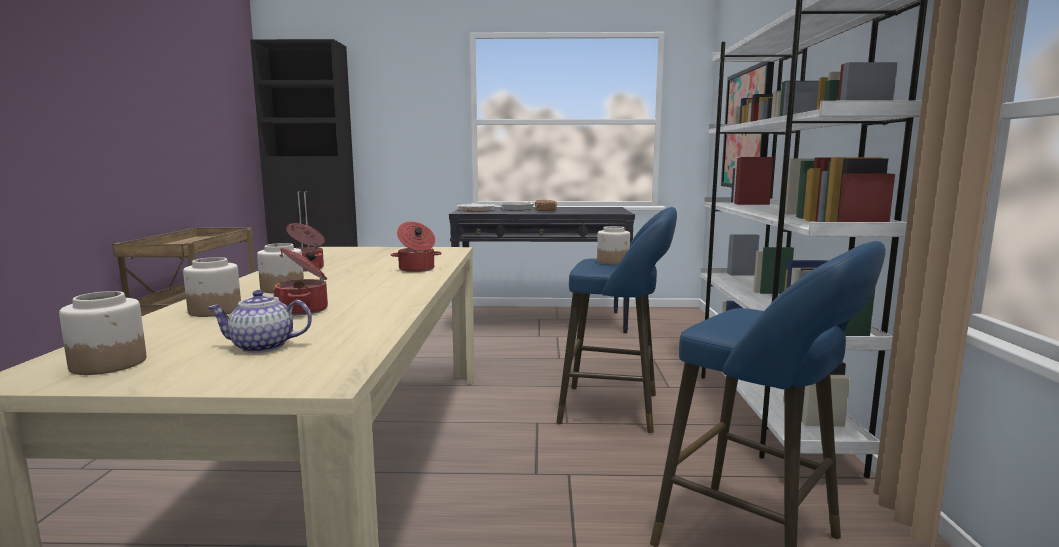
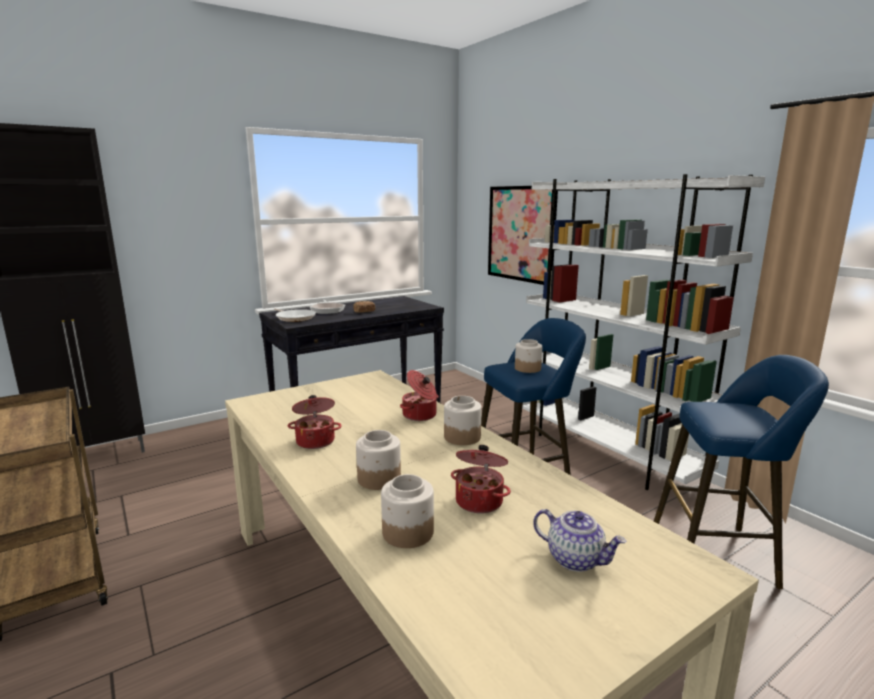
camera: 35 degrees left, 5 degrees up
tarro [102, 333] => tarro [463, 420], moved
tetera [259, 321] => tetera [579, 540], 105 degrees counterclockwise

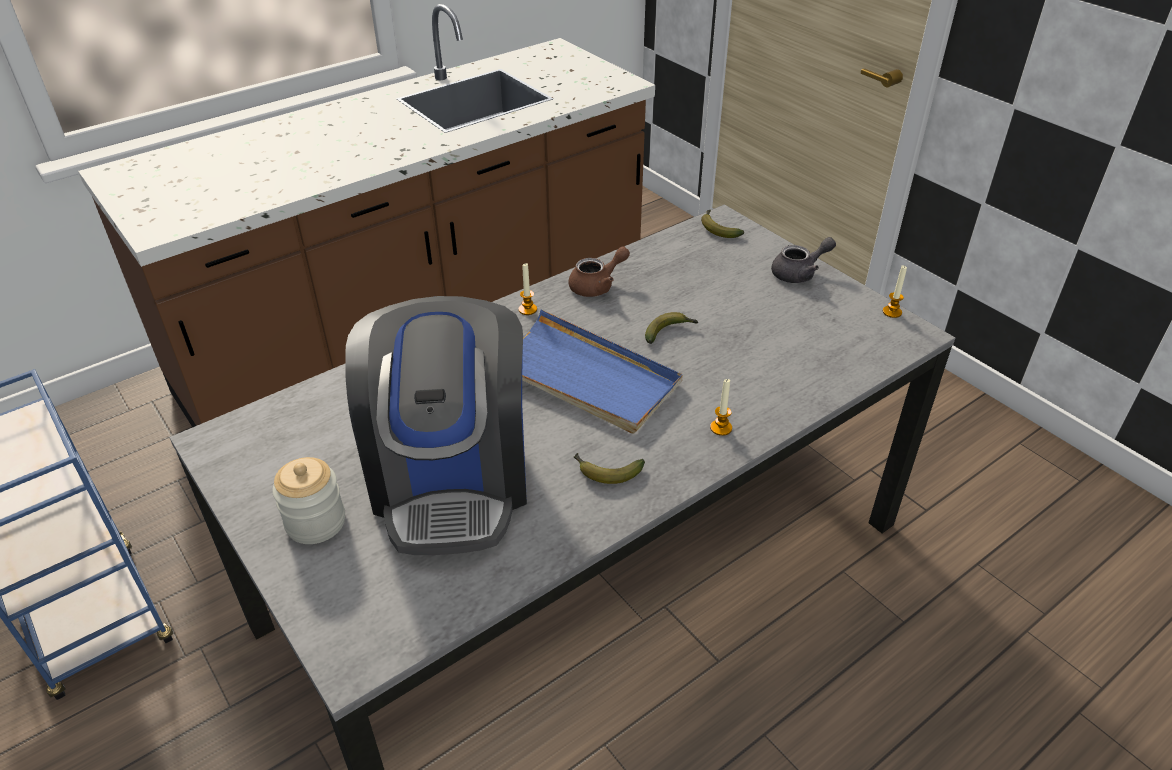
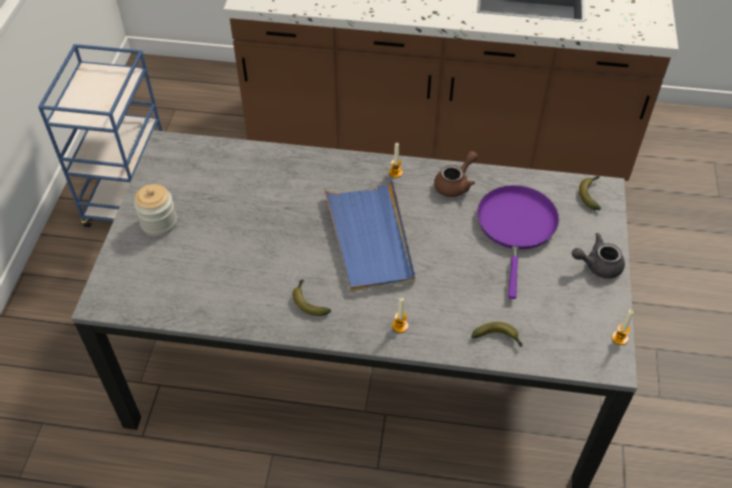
camera: 45 degrees right, 10 degrees up
cafetera [436, 425] => nothing
tetera (marrón) [599, 272] => tetera (marrón) [456, 174], 60 degrees counterclockwise
plátano [671, 328] => plátano [497, 334], moved
tetera (gris) [803, 260] => tetera (gris) [598, 256], 150 degrees clockwise
nothing => sartén (morado) [518, 242]

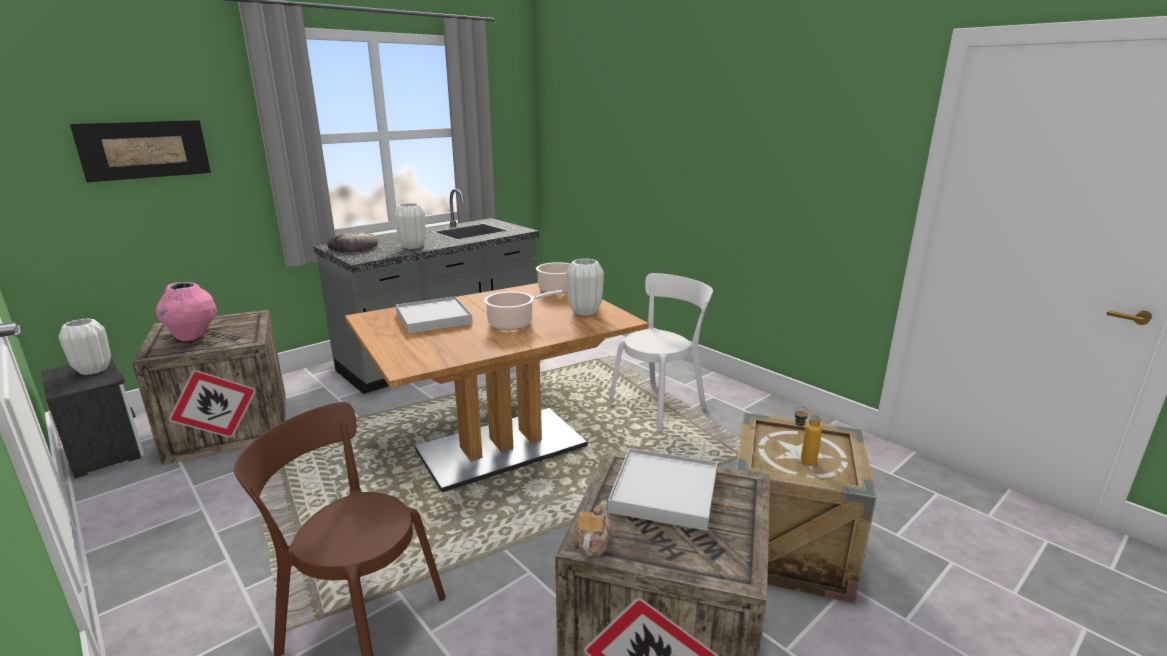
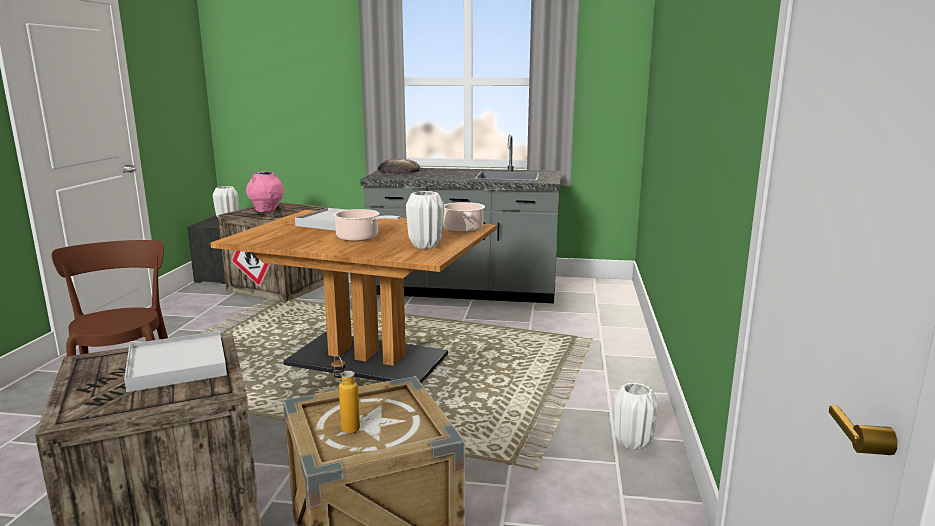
camera: 50 degrees right, 5 degrees down
cuadro [140, 151] => nothing
florero (blanco) [410, 226] => florero (blanco) [636, 416], moved
tetera [594, 528] => nothing
silla (blanco) [660, 352] => nothing

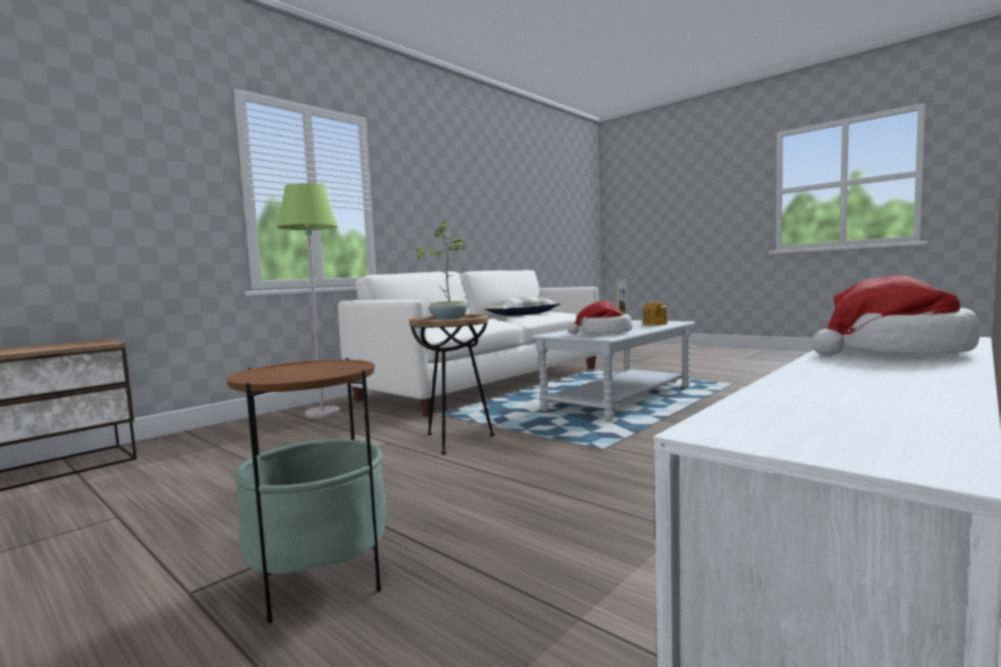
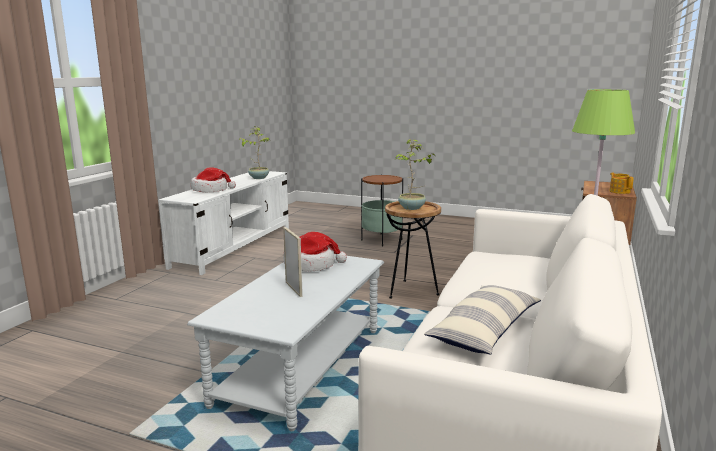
camera: 160 degrees right, 10 degrees up
tetera [655, 313] => tetera [621, 183], moved
nothing => planta en maceta [254, 152]

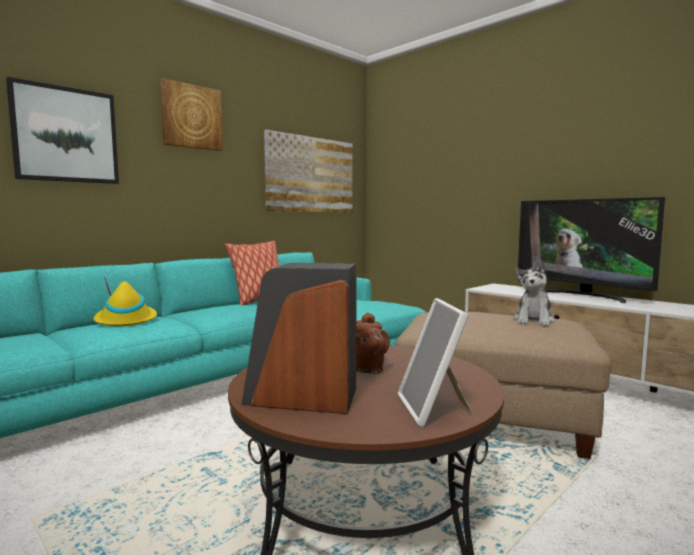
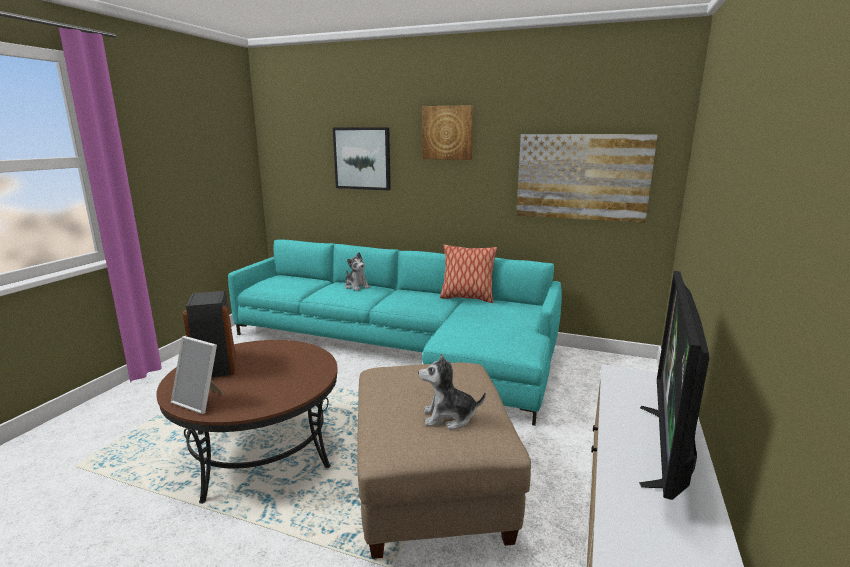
camera: 65 degrees right, 10 degrees up
sombrero (amarillo) [125, 301] => peluche [357, 271]
tetera (marrón) [373, 343] => nothing
portarretratos [435, 362] => portarretratos [197, 375], 120 degrees counterclockwise

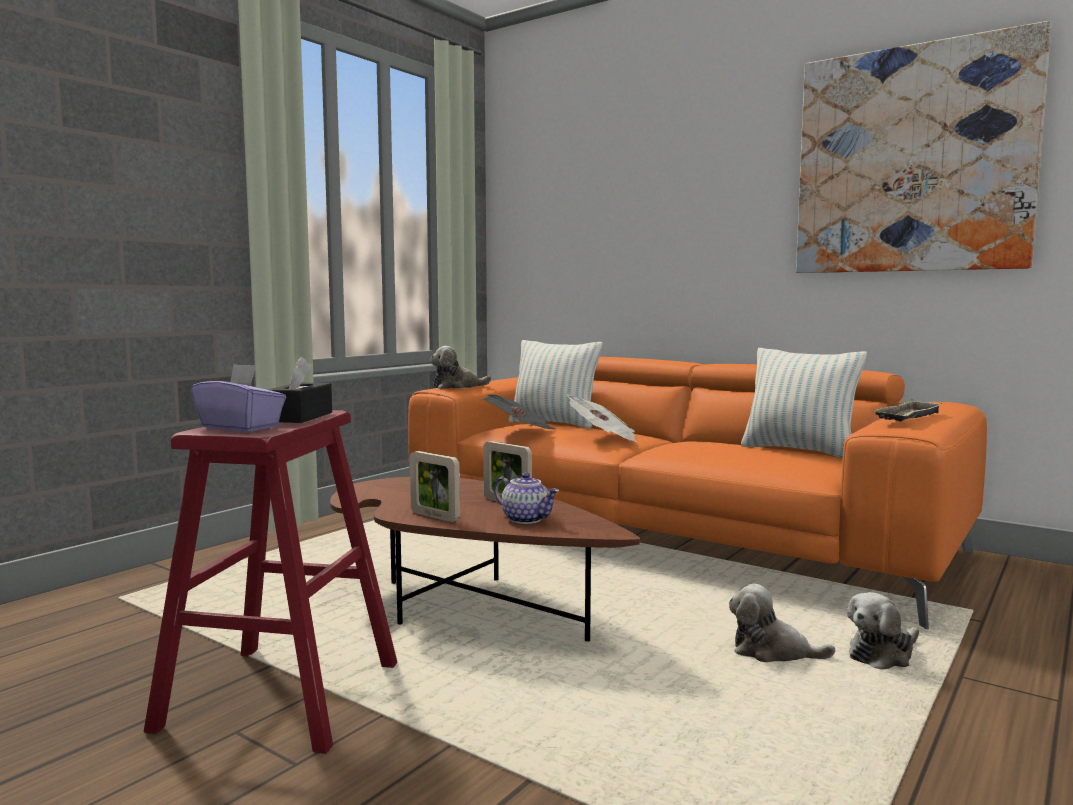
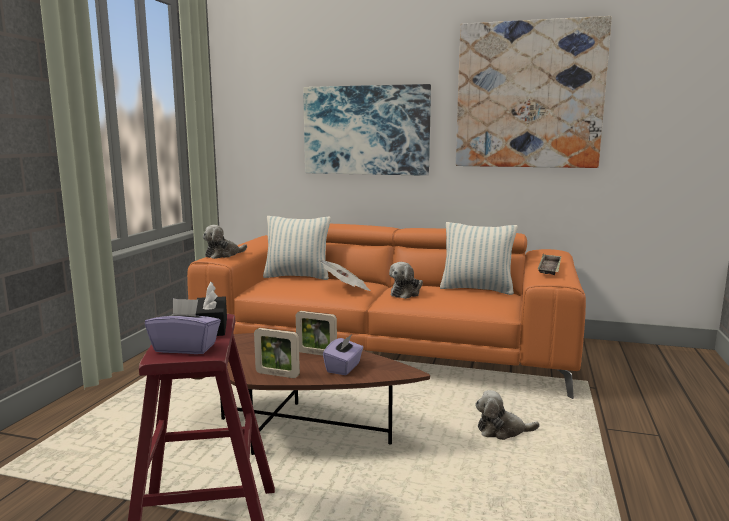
camera: 20 degrees left, 5 degrees up
periódico [520, 411] => nothing
tetera [526, 498] => caja de pañuelos (morado) [343, 354]
peluche [883, 631] => peluche [406, 280], moved
nothing => cuadro [367, 130]

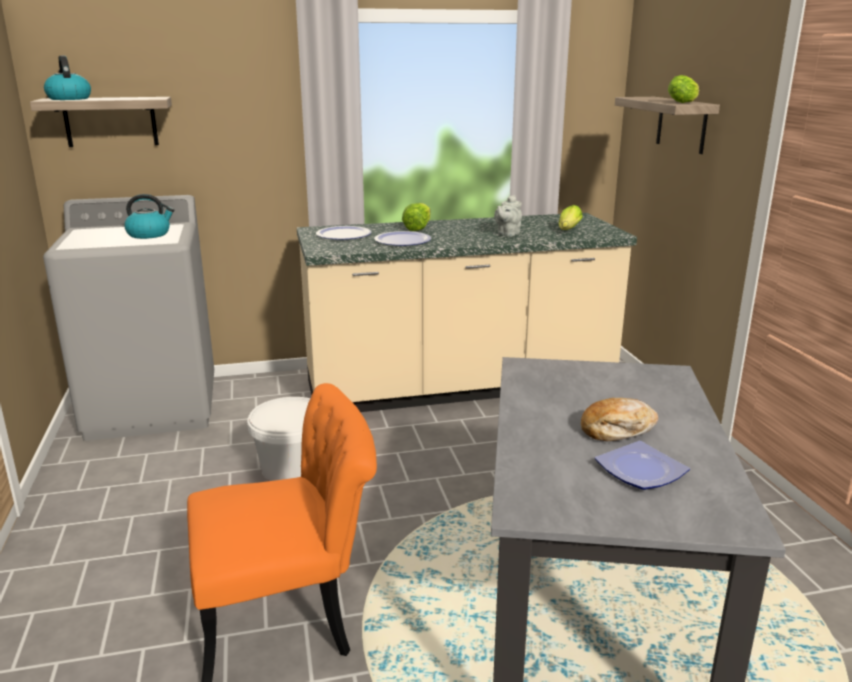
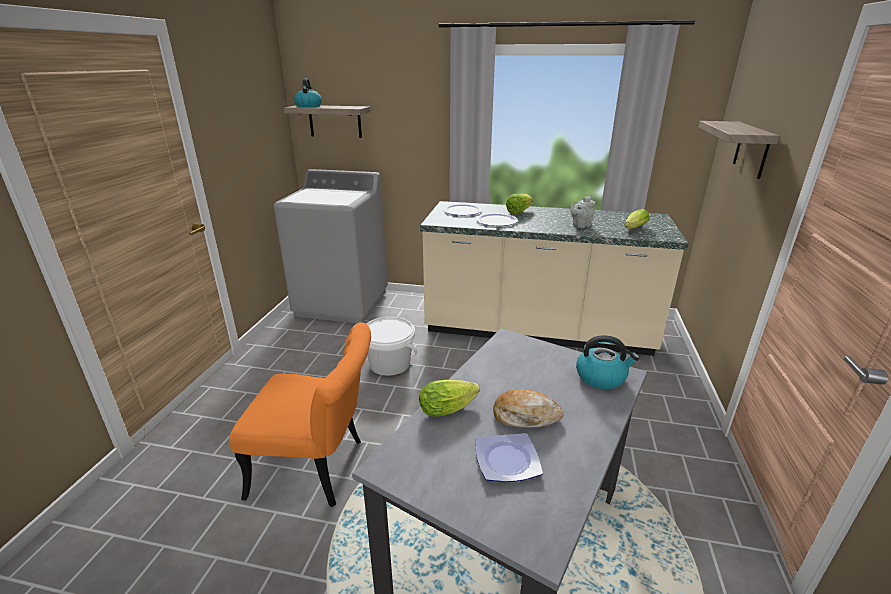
camera: 25 degrees right, 5 degrees up
hervidor [149, 216] => hervidor [607, 362], moved
lechuga [683, 89] => lechuga [449, 398], moved

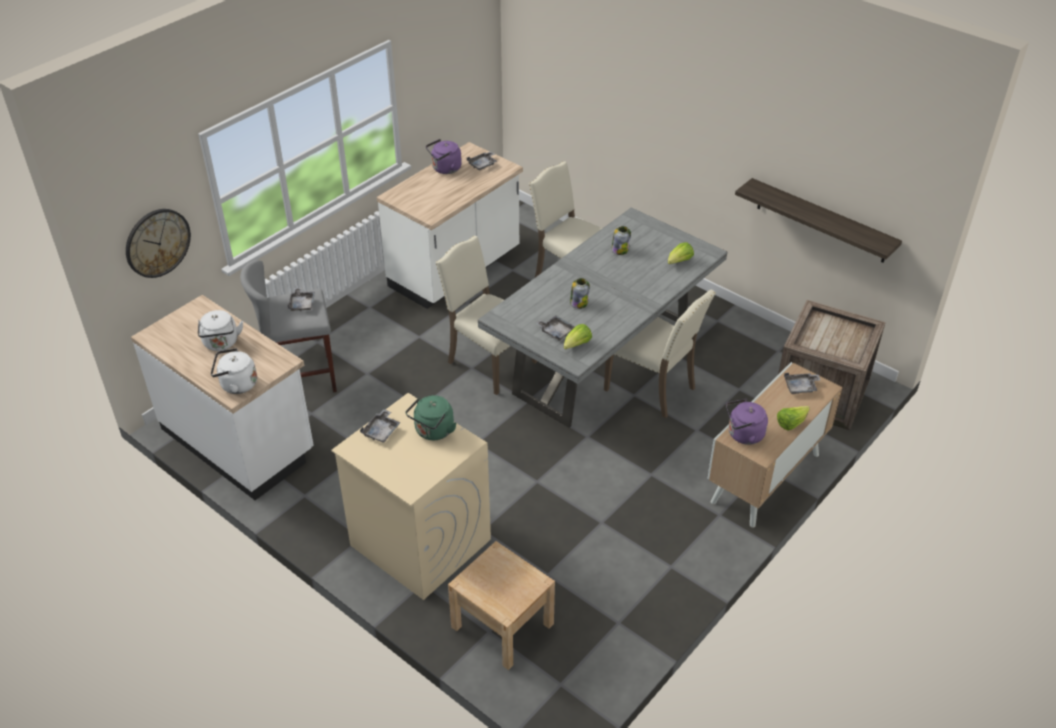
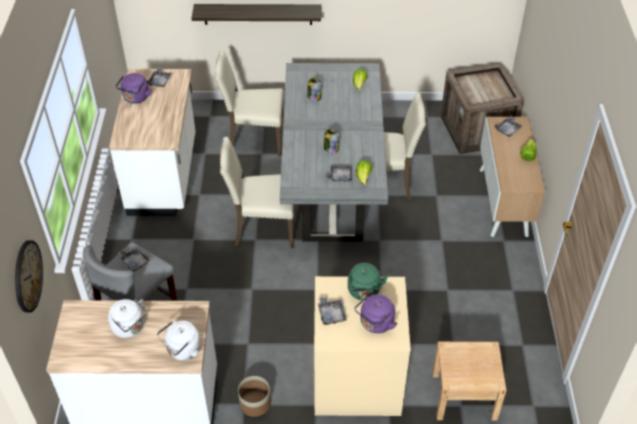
camera: 40 degrees left, 5 degrees up
hervidor (morado) [747, 422] => hervidor (morado) [376, 313], moved
estante [818, 220] => estante [256, 14], moved
nothing => maceta [254, 396]

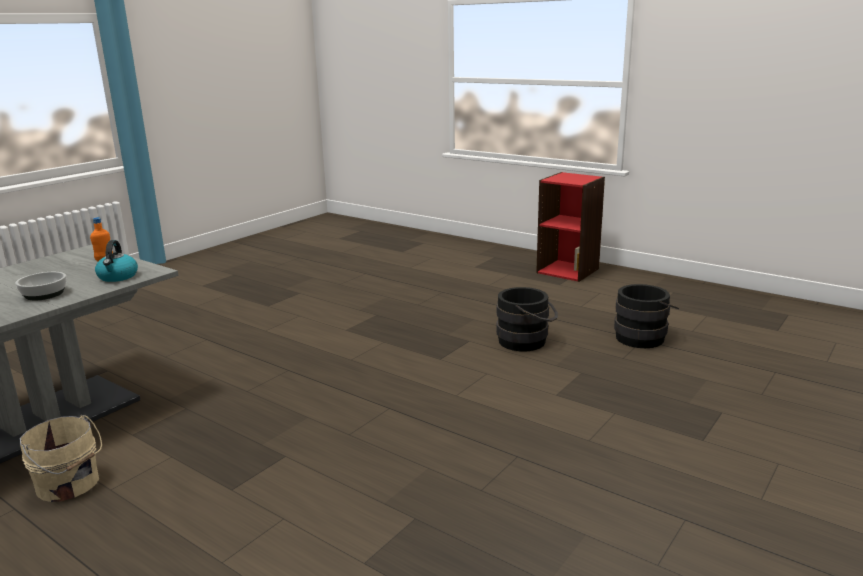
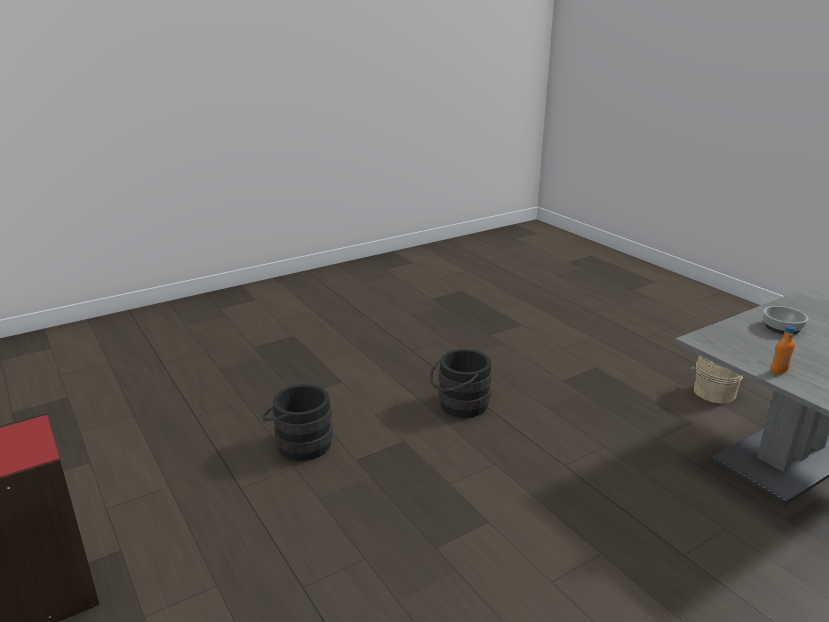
camera: 160 degrees left, 5 degrees up
hervidor [116, 261] => nothing
cubo (negro) [646, 316] => cubo (negro) [460, 383], moved

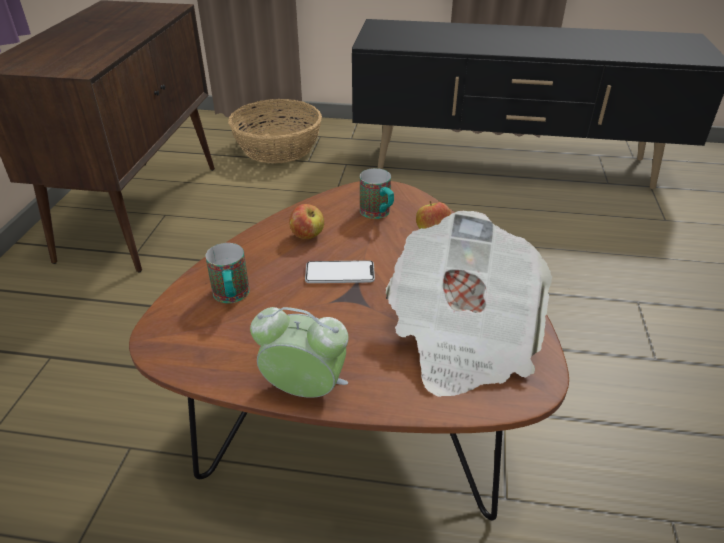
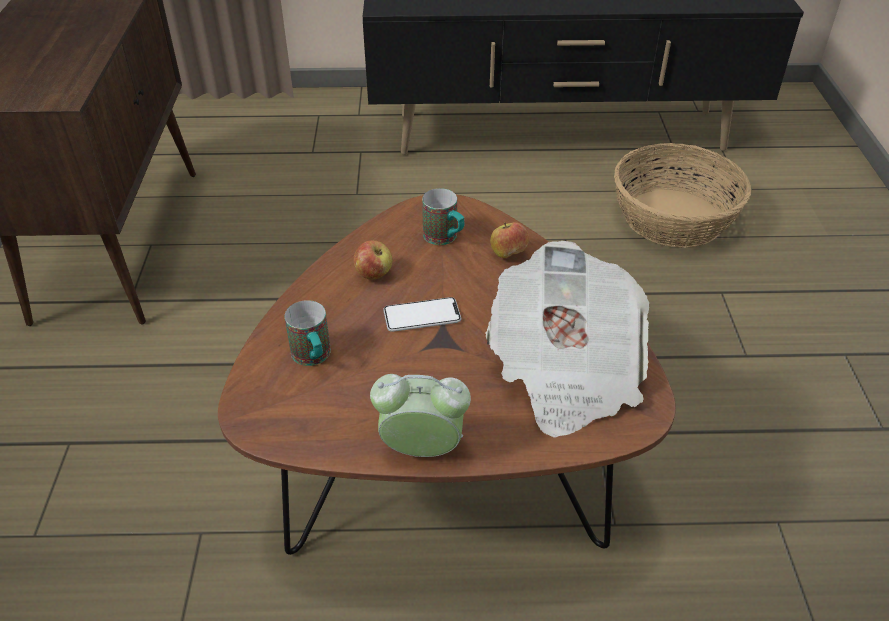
camera: 10 degrees left, 5 degrees up
cesta [275, 131] => cesta [682, 195], moved

